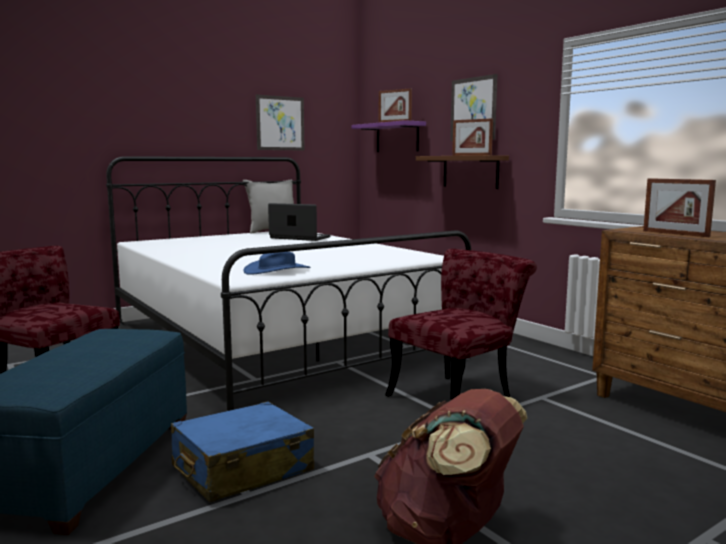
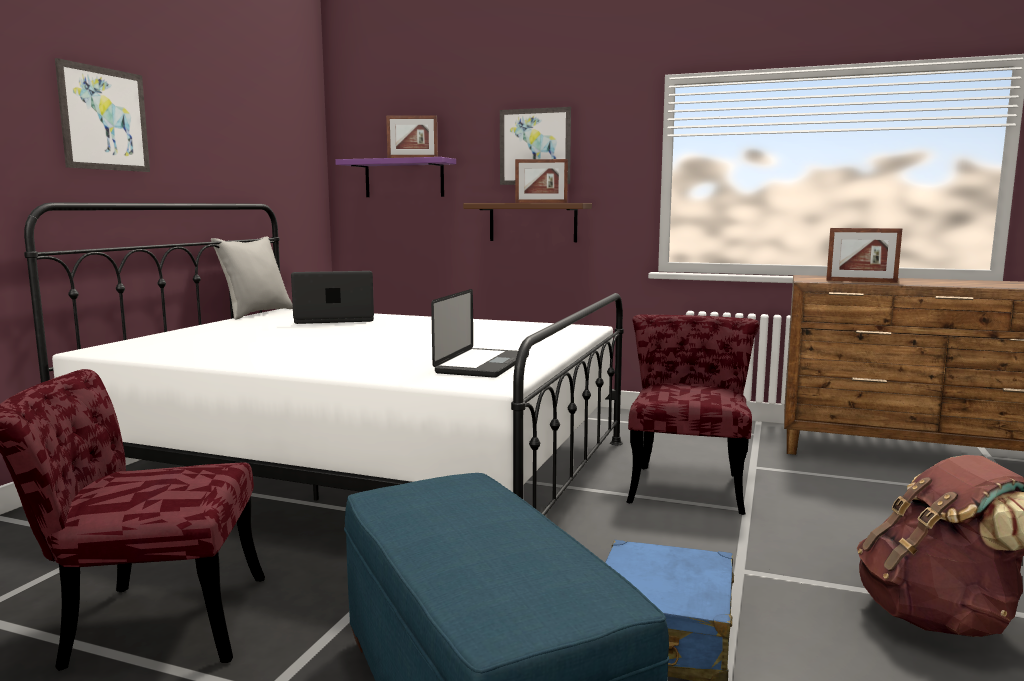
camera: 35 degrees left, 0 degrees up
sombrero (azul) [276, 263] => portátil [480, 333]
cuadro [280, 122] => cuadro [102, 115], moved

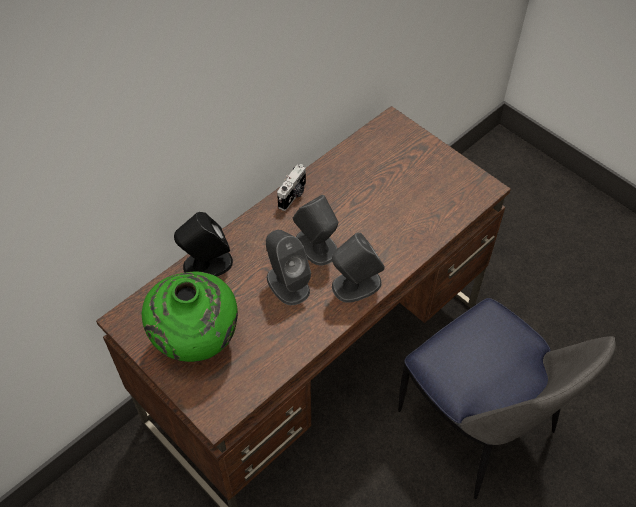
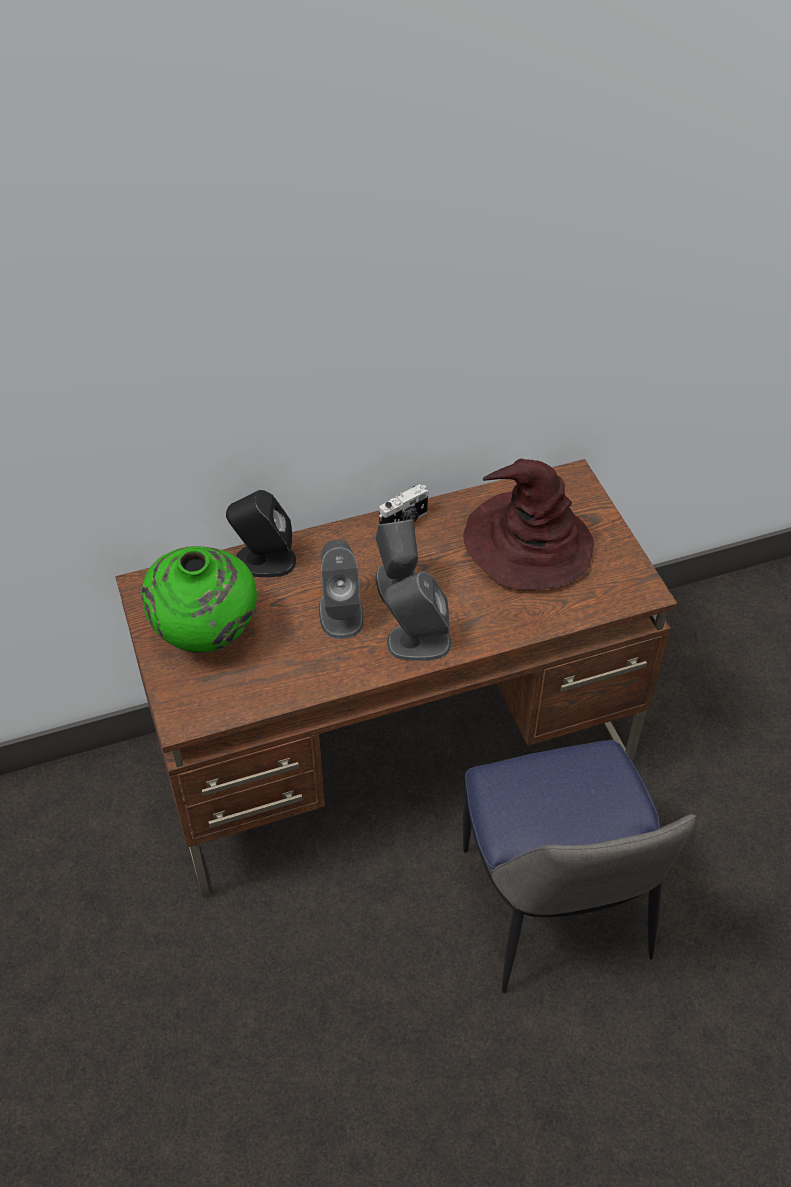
camera: 25 degrees right, 5 degrees down
nothing => sombrero (marrón) [528, 524]

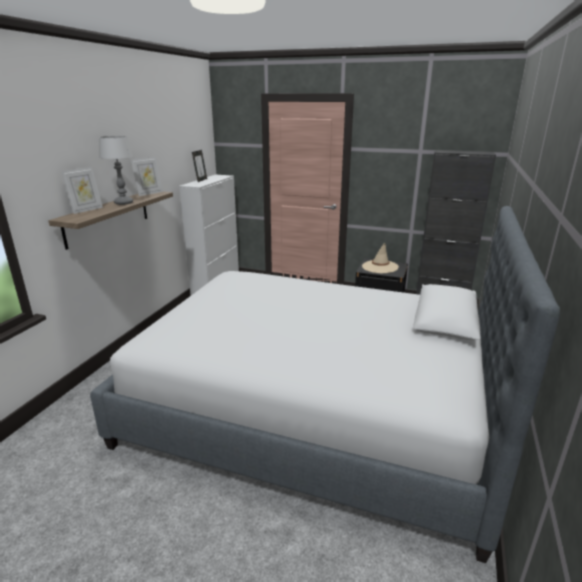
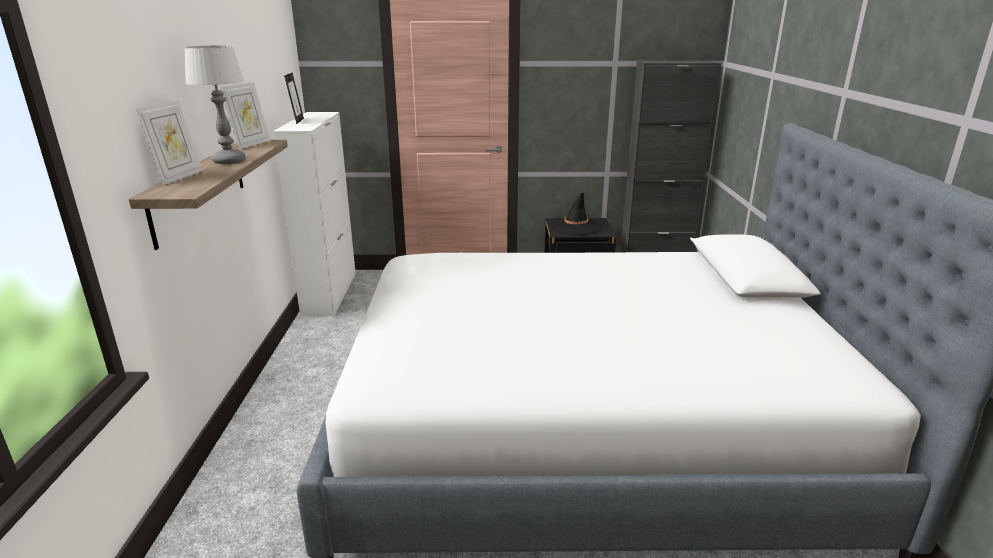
camera: 20 degrees left, 0 degrees up
sombrero (beis) [380, 258] => sombrero (negro) [576, 214]

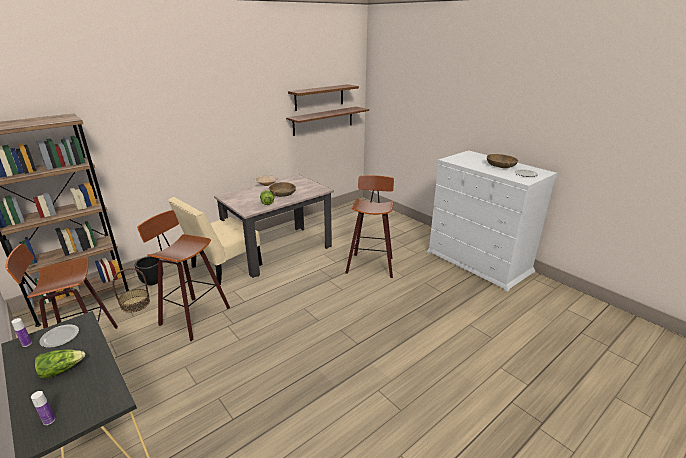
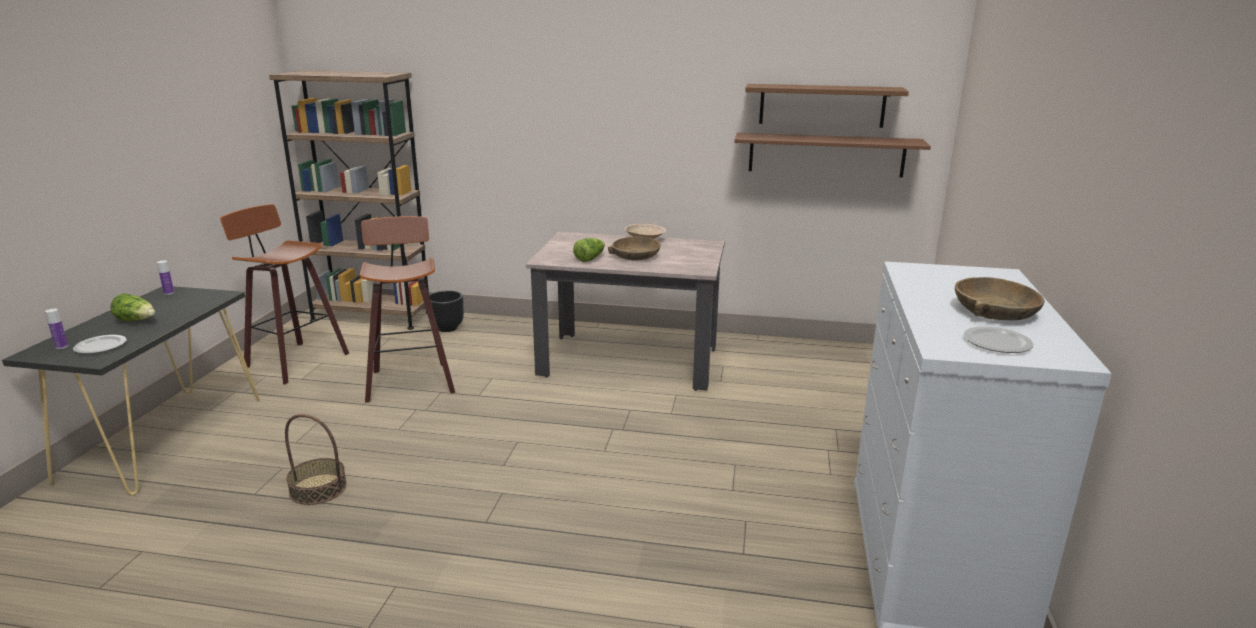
camera: 50 degrees right, 5 degrees down
plato [59, 336] => plato [99, 344], moved
cesta [131, 290] => cesta [316, 459], moved
silla (beis) [215, 241] => nothing
taburete [369, 226] => nothing

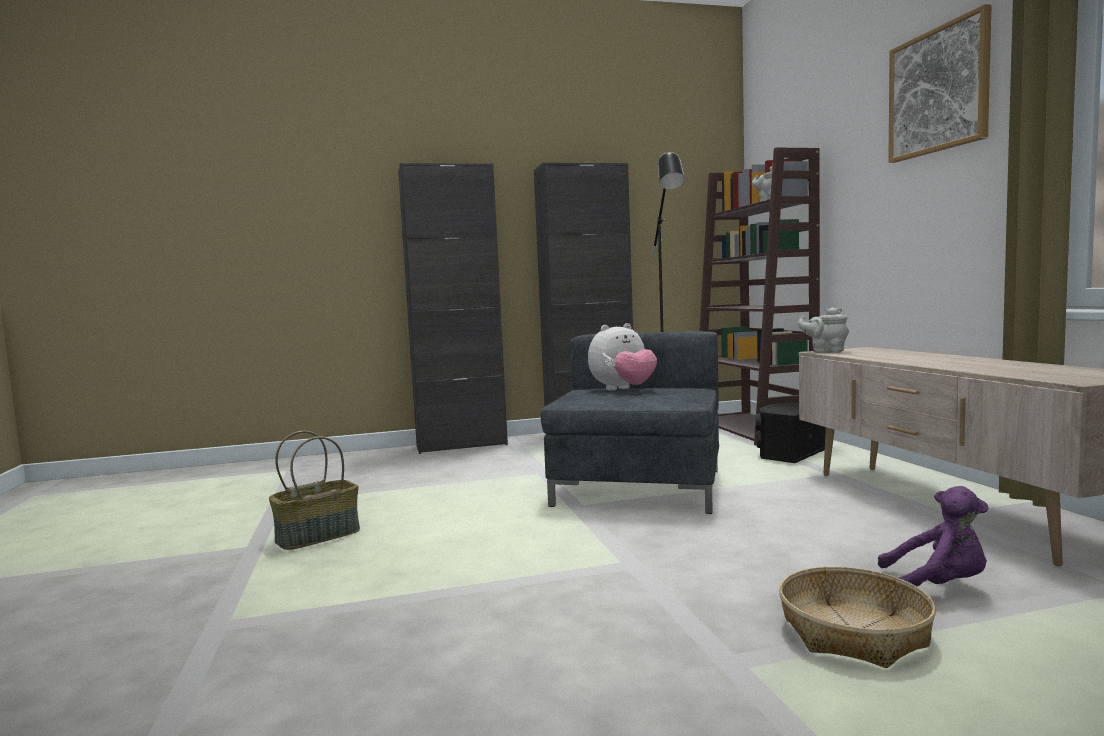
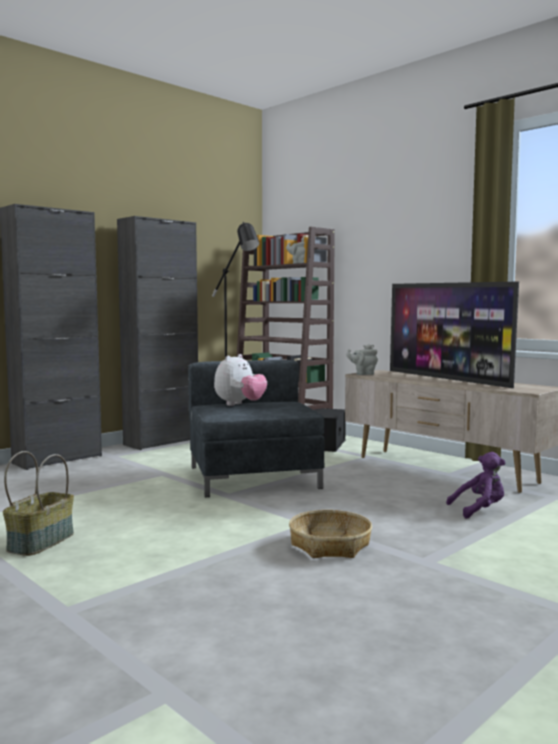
camera: 30 degrees left, 0 degrees up
cesta [857, 617] => cesta [330, 534], moved
cuadro [940, 83] => nothing
nothing => televisor [454, 335]

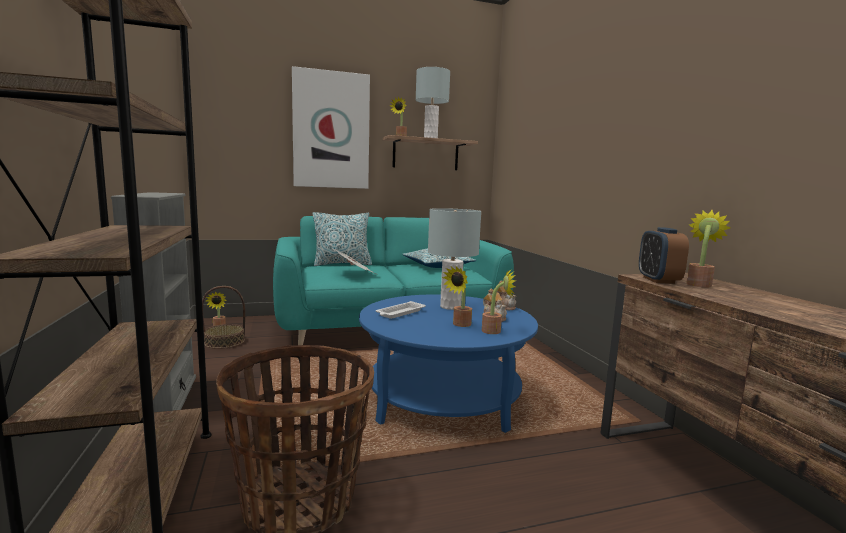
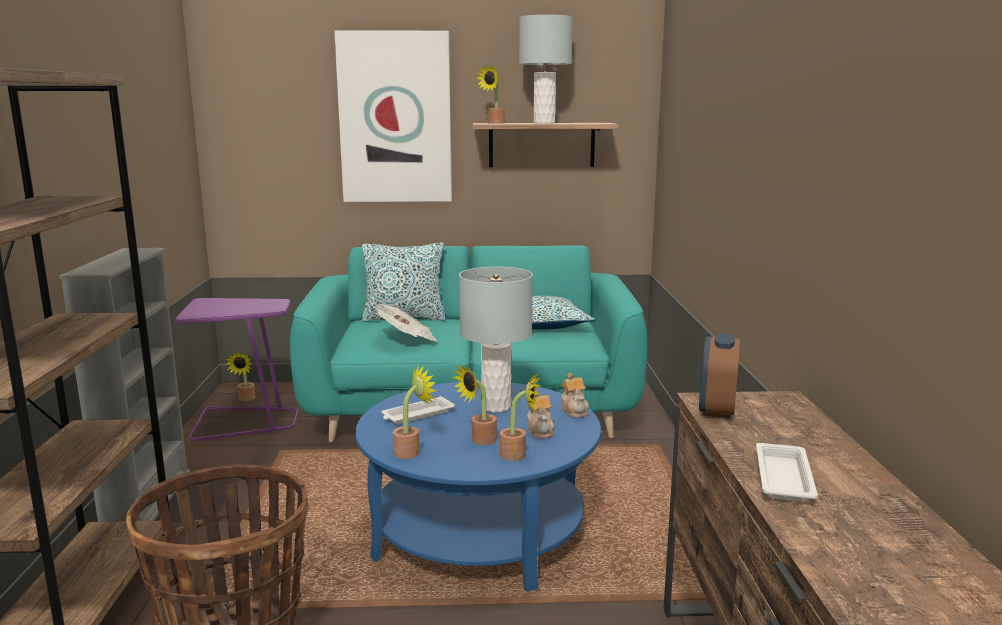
camera: 15 degrees right, 5 degrees up
cesta [223, 317] => mesa auxiliar (morado) [236, 369]
planta en maceta [708, 248] => planta en maceta [415, 412], moved
nothing => bandeja (blanco) [787, 472]

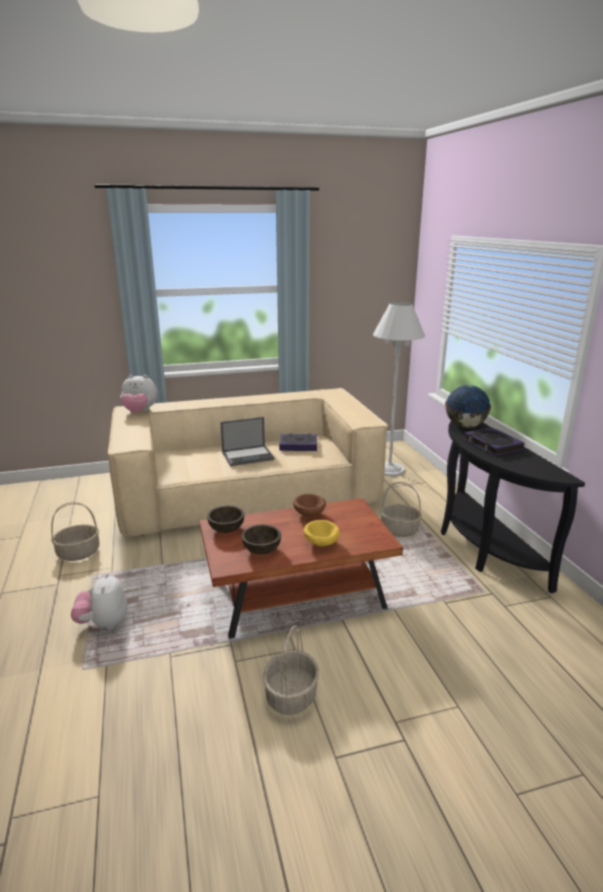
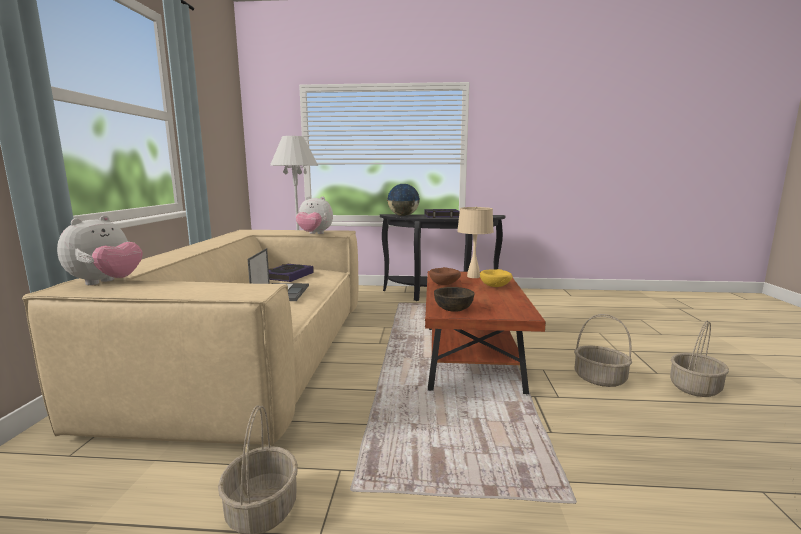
camera: 70 degrees left, 10 degrees down
peluche [99, 601] => peluche [314, 215], moved
cuenco (marrón) [261, 540] => nothing
cesta [401, 509] => cesta [699, 359], moved
nothing => lámpara de mesa (beis) [475, 242]

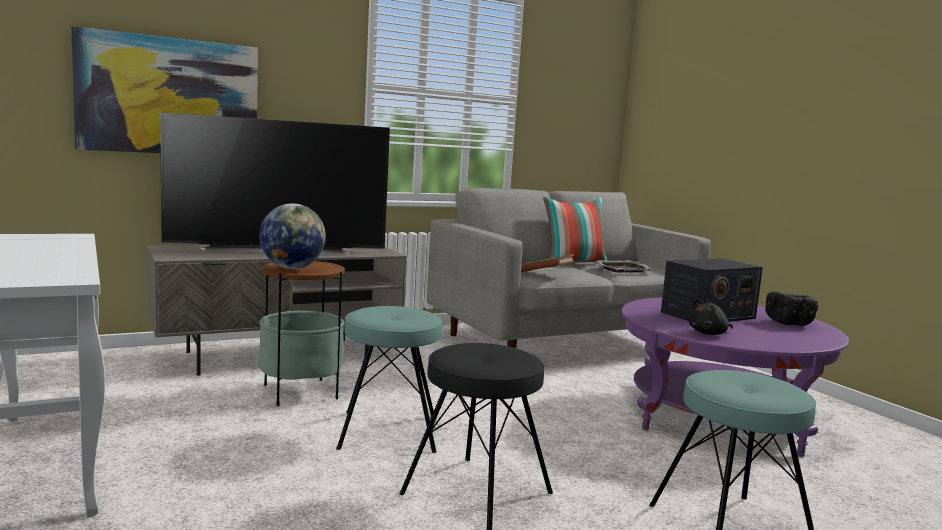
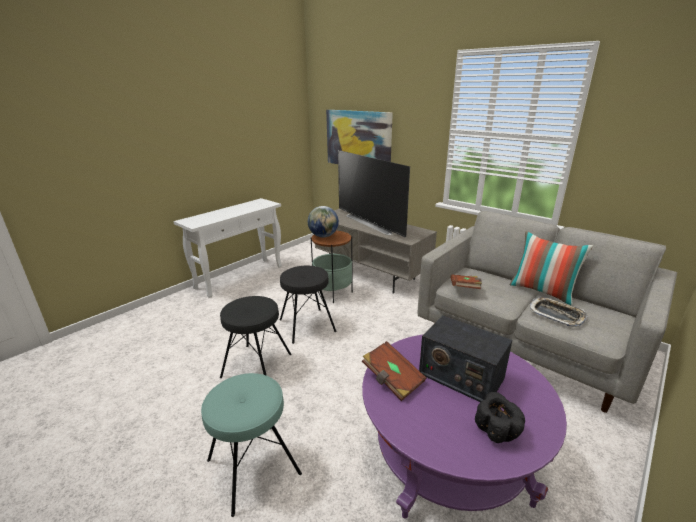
camera: 70 degrees right, 15 degrees up
taburete (turquesa) [389, 379] => taburete (negro) [308, 305]
peluche (negro) [711, 317] => libro (marrón) [394, 371]

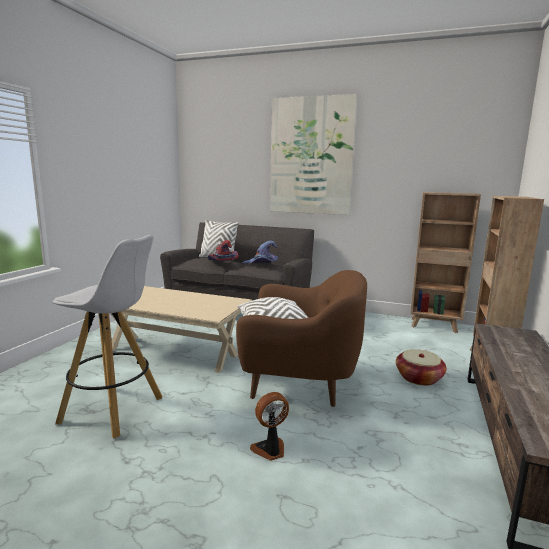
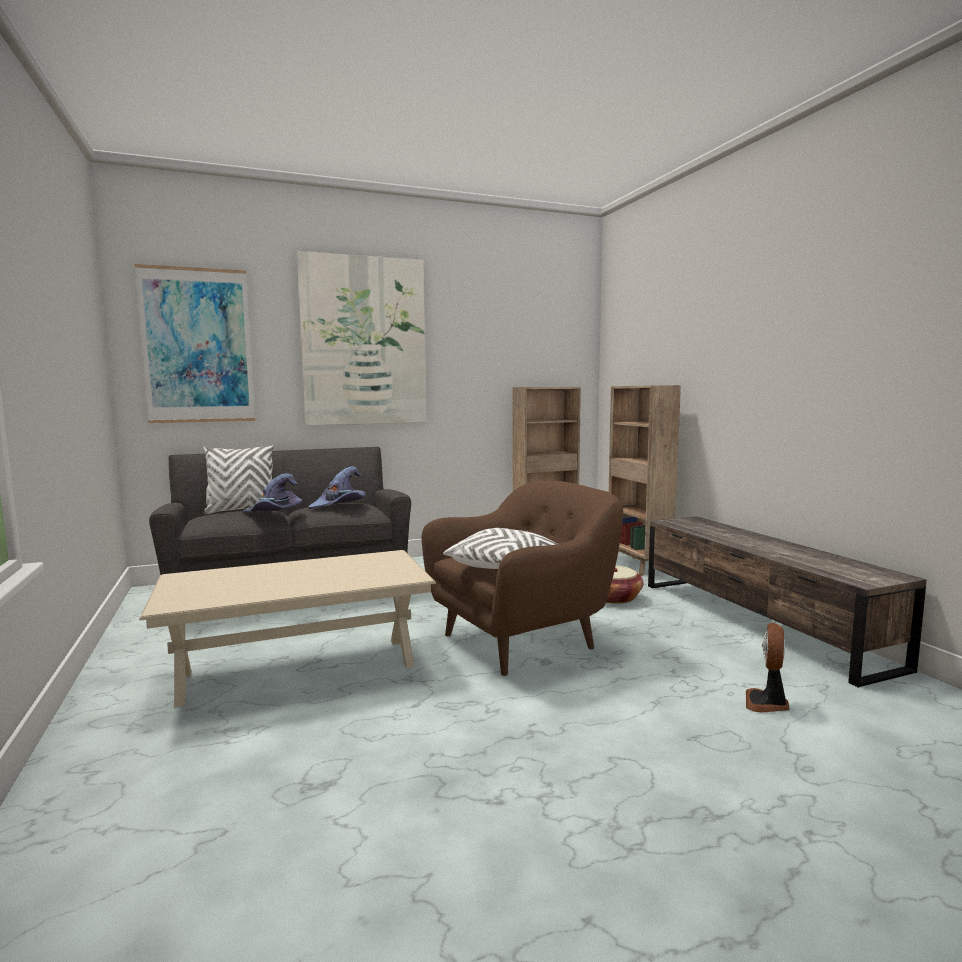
camera: 40 degrees left, 5 degrees down
taburete (blanco) [107, 337] => nothing
sombrero (rojo) [223, 250] => sombrero (morado) [272, 493]
ventilador [269, 426] => ventilador [768, 667], moved
nothing => cuadro [195, 343]

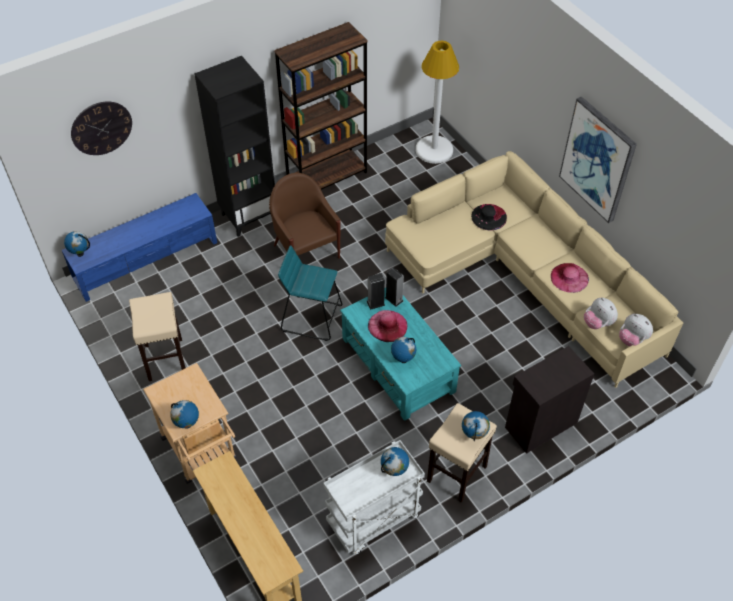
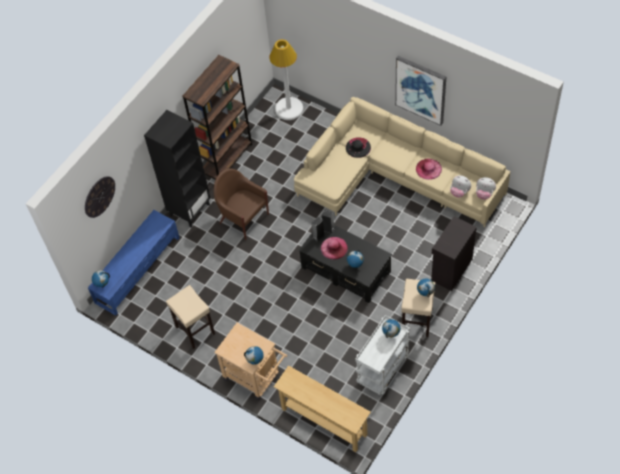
camera: 20 degrees left, 5 degrees up
taburete (turquesa) [310, 293] => nothing
mesa de centro (turquesa) [400, 354] => mesa de centro (negro) [345, 264]

